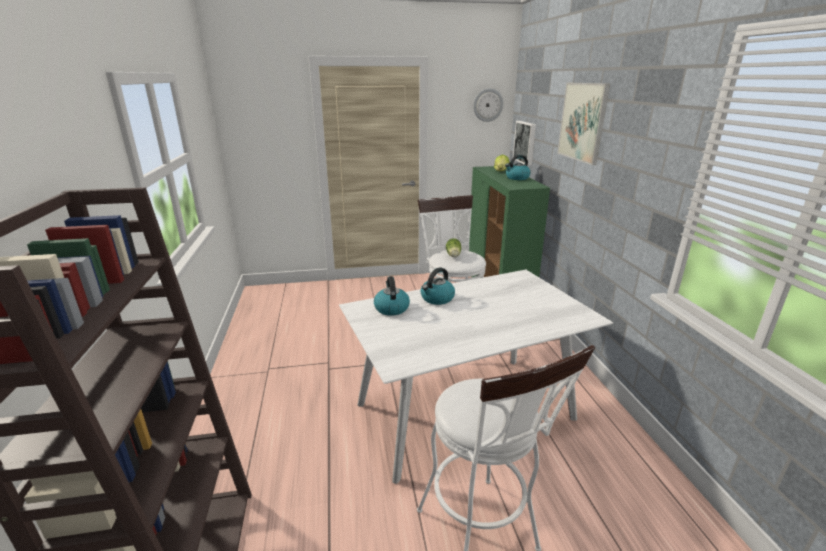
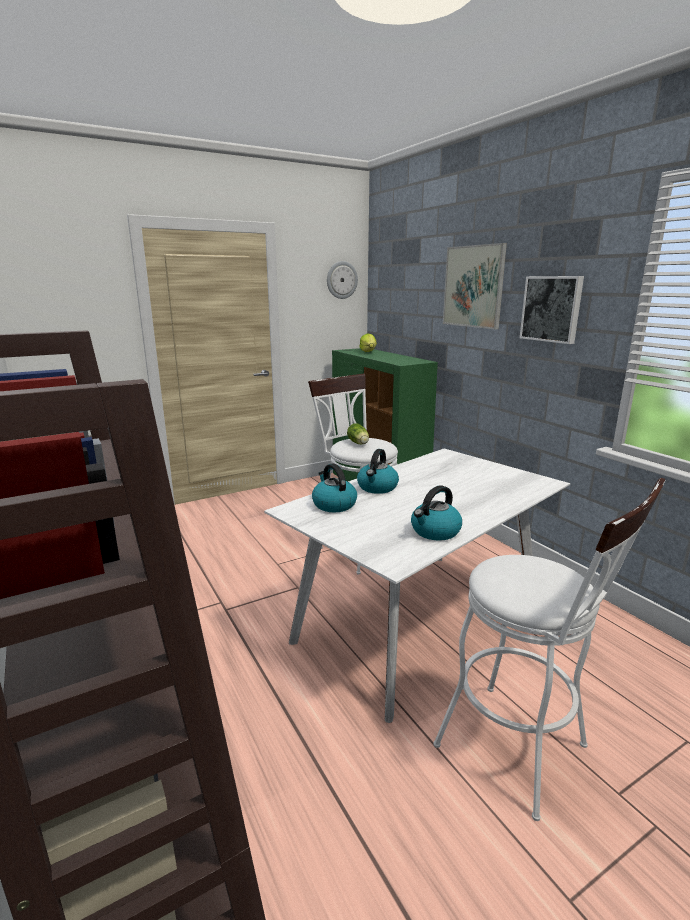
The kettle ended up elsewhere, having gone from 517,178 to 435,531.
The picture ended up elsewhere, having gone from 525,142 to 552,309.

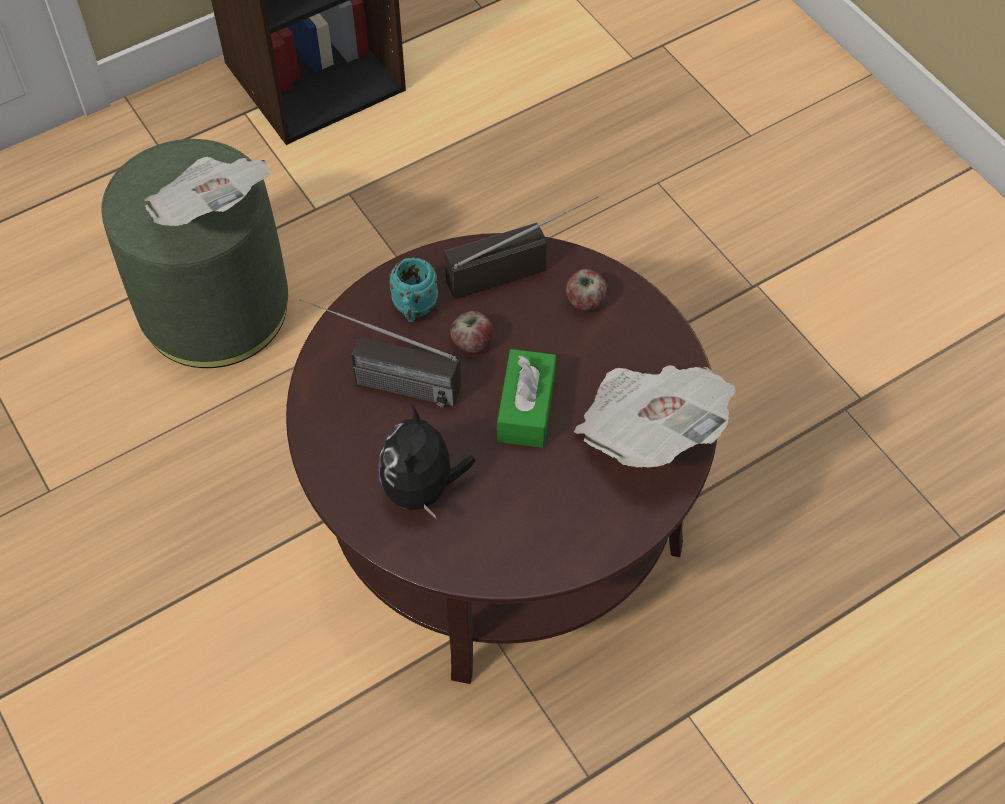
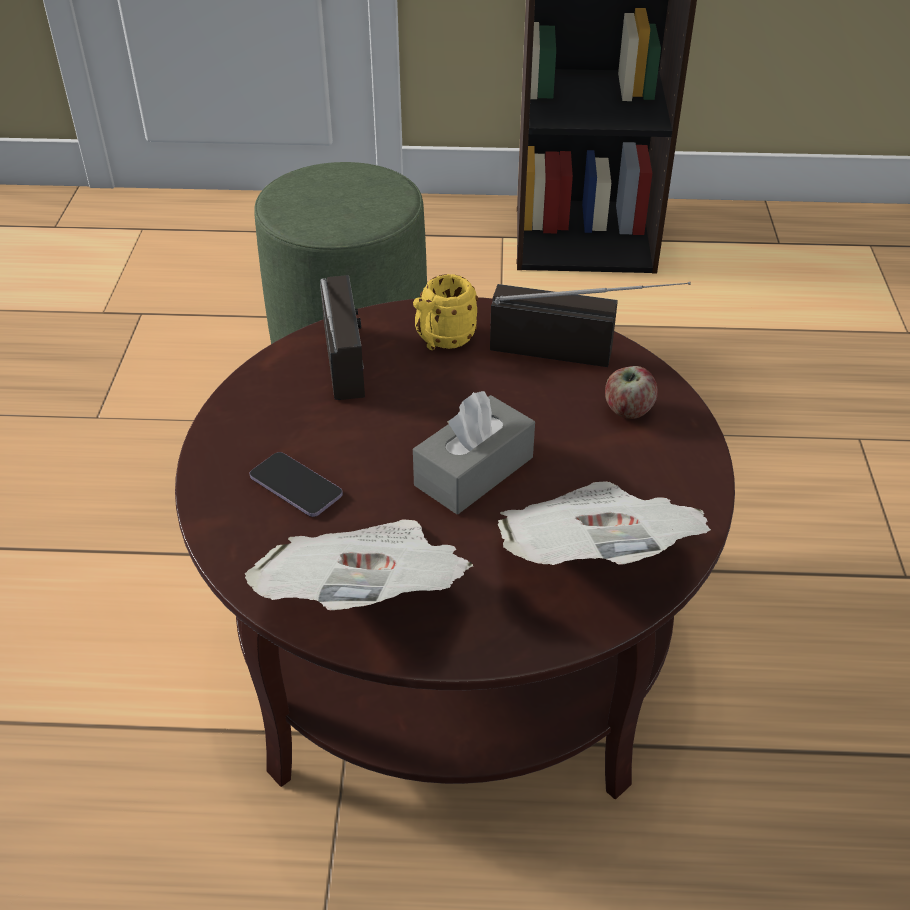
The second view lost the apple at 472,342.
The newspaper ended up elsewhere, having gone from 212,210 to 367,599.
Where the plush_toy stood at 422,488, the phone came to stand at 296,486.
What was the turquoise_mug at 414,309 turned into the yellow_mug at 442,341.
What was the green_tissue_box at 526,408 turned into the grey_tissue_box at 474,471.
The radio at 380,381 ended up facing another way, 150 degrees counterclockwise from before.

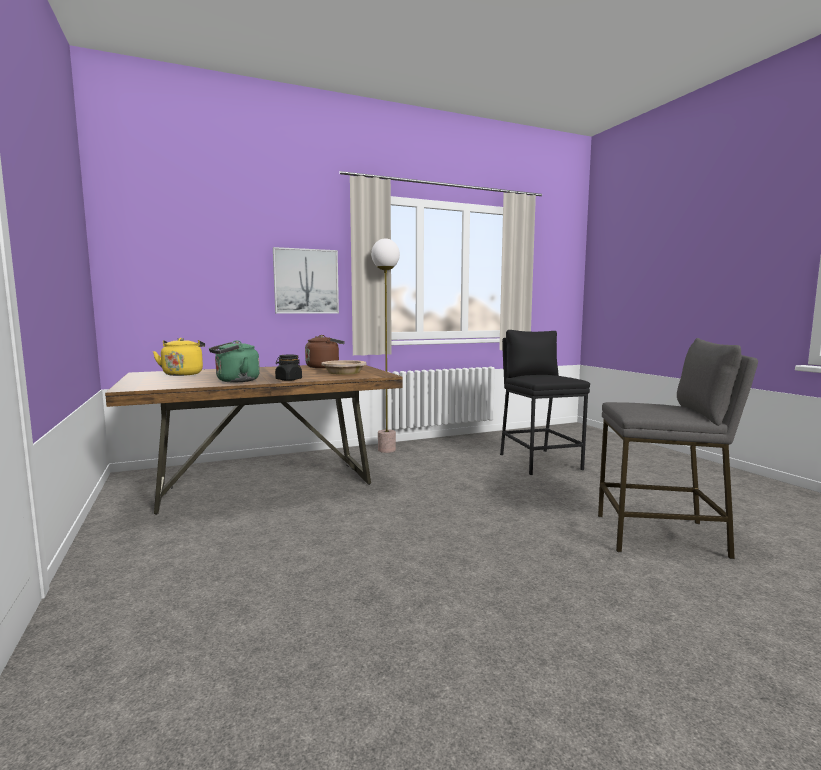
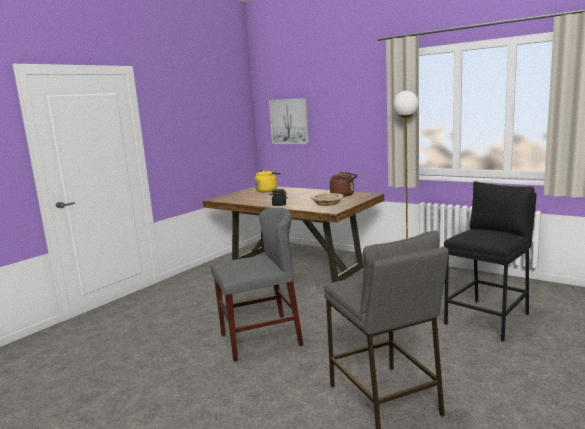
The second view lost the green_kettle at 235,381.
The second view gained the grey_chair at 260,340.
The picture ended up elsewhere, having gone from 306,281 to 289,121.

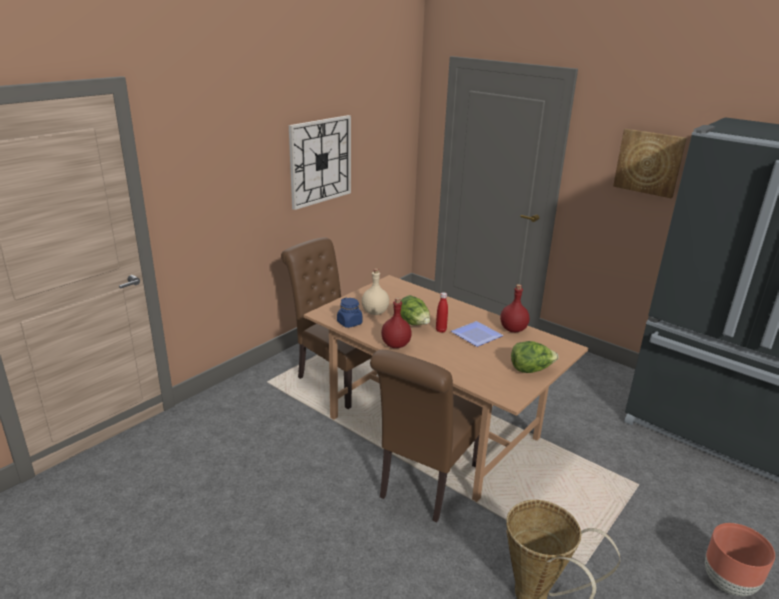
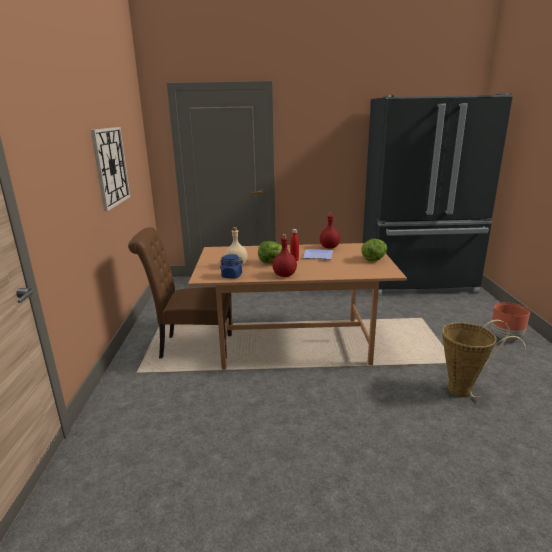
The second view lost the brown_chair at 425,484.
The second view lost the picture at 649,162.

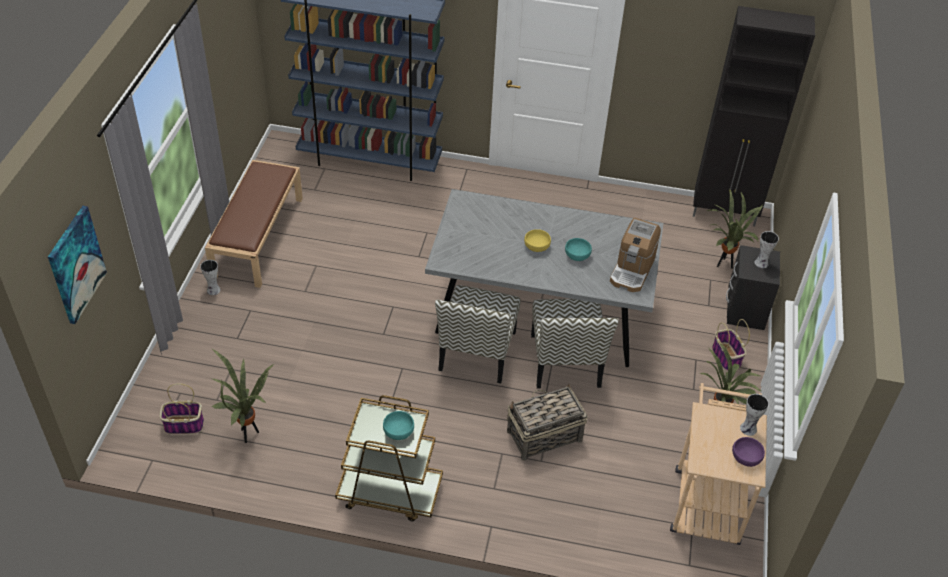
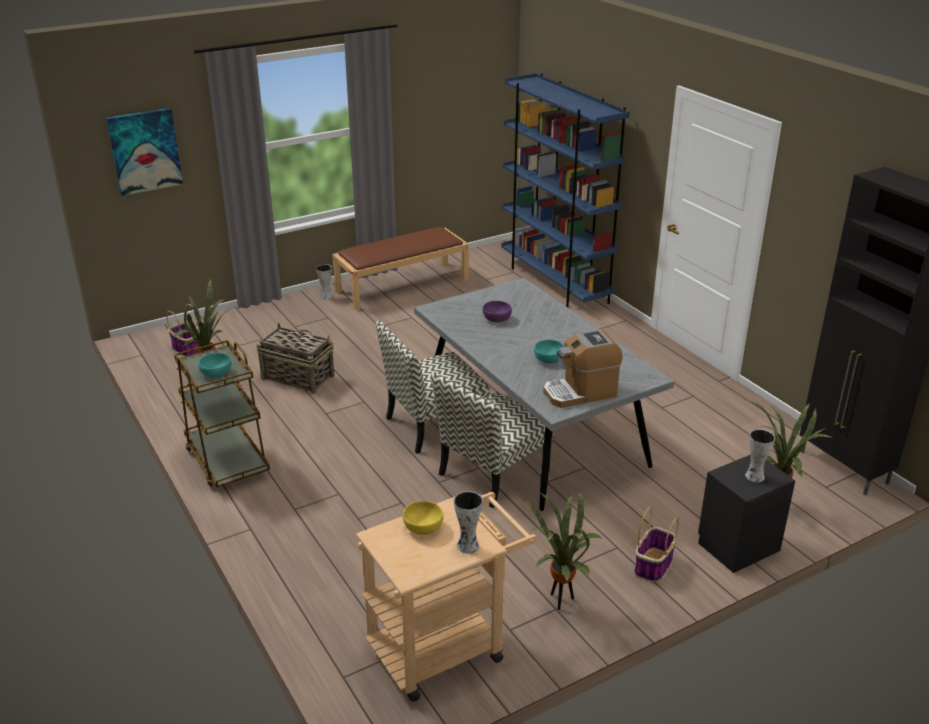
The basket ended up elsewhere, having gone from 543,436 to 297,377.
The yellow_bowl ended up elsewhere, having gone from 537,246 to 423,527.
The purple_bowl ended up elsewhere, having gone from 746,458 to 496,319.

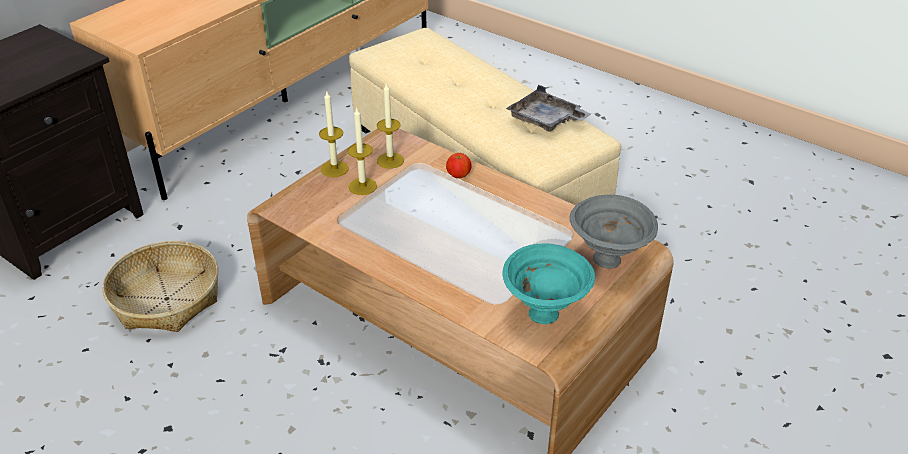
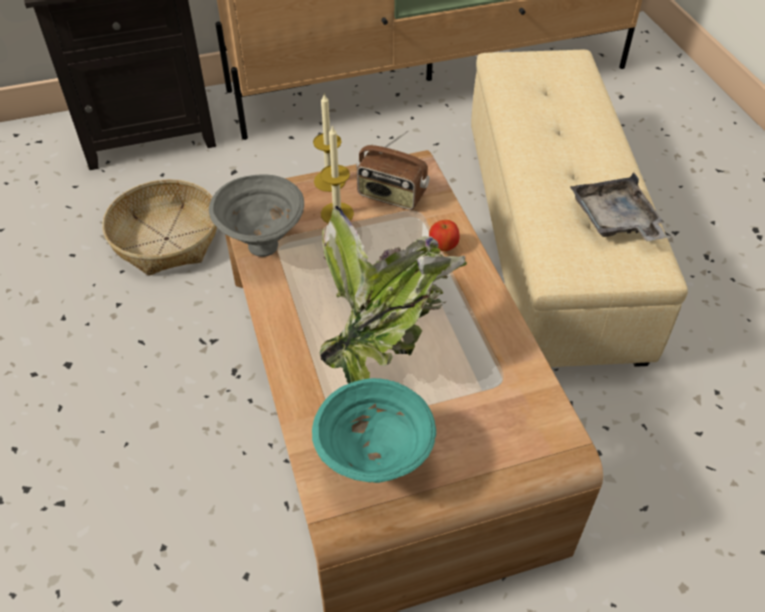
The second view gained the potted_plant at 385,339.
The grey_bowl ended up elsewhere, having gone from 609,261 to 264,248.
Where the candle stood at 390,160, the radio came to stand at 391,196.

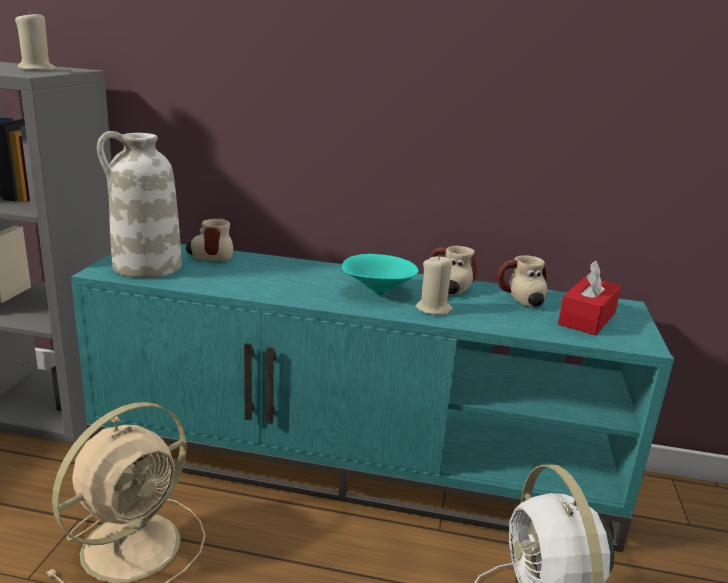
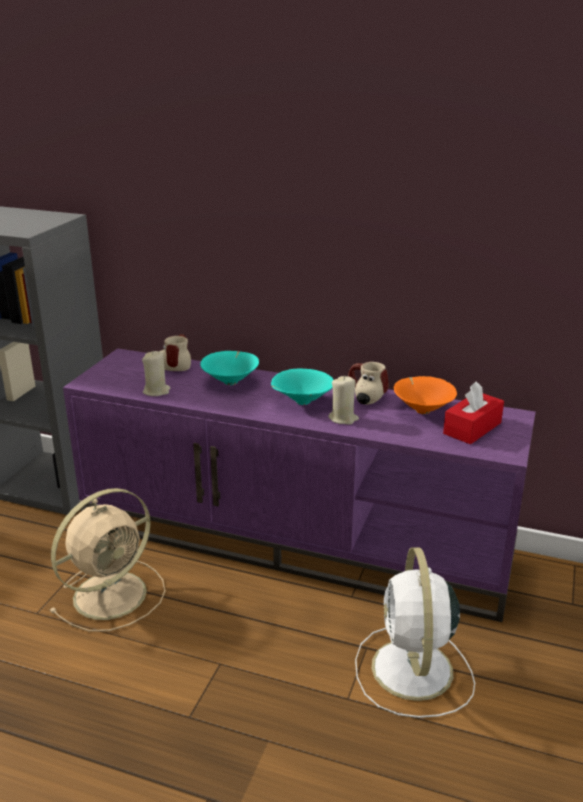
The second view lost the white_vase at 146,267.
The second view gained the turquoise_bowl at 231,381.
The beige_candle ended up elsewhere, having gone from 37,69 to 156,391.
Where the mug stood at 520,300, the orange_bowl came to stand at 422,410.
What was the turquoise_tv_stand at 356,462 turned into the purple_tv_stand at 295,539.

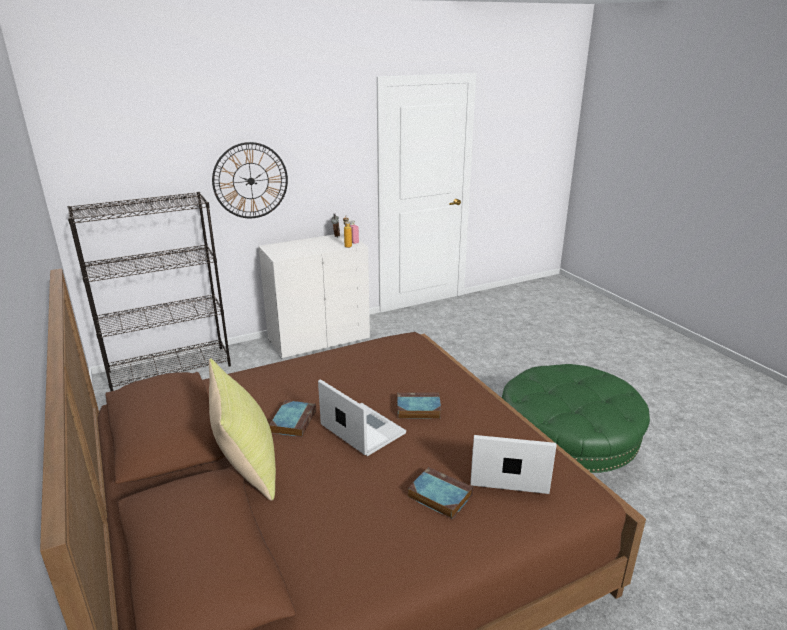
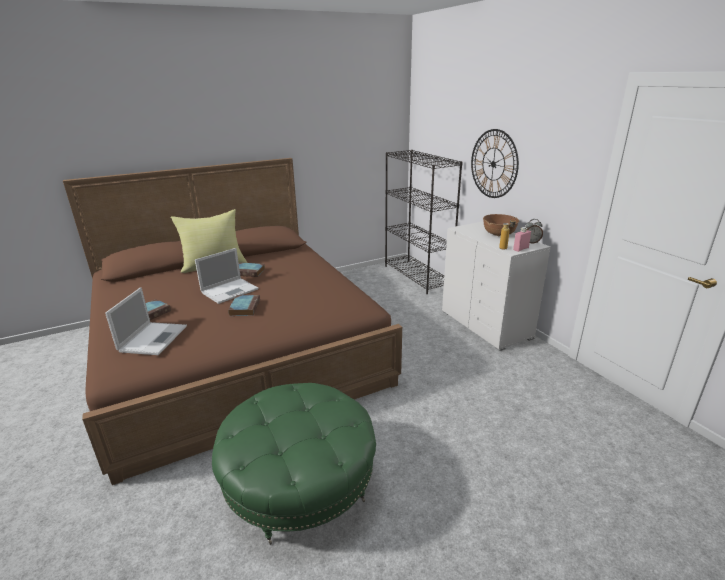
The second view gained the brown_bowl at 499,234.

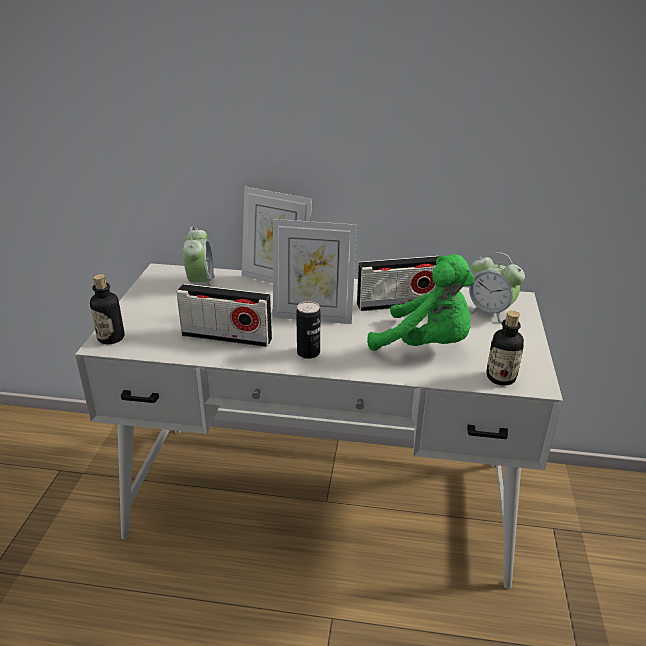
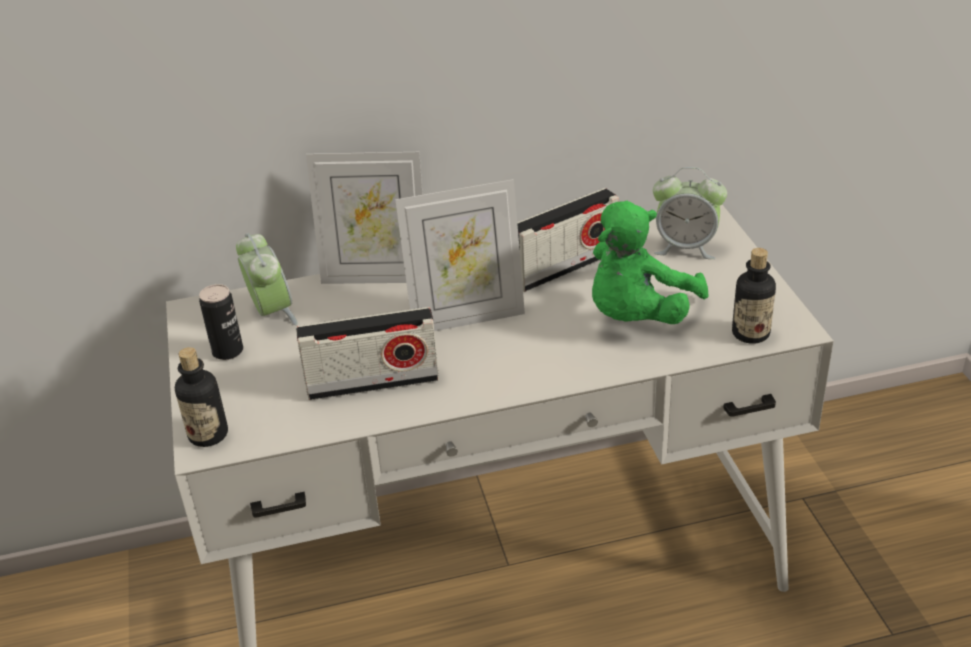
The can ended up elsewhere, having gone from 308,353 to 227,351.
The green_plush_toy at 426,345 ended up facing another way, 120 degrees clockwise from before.

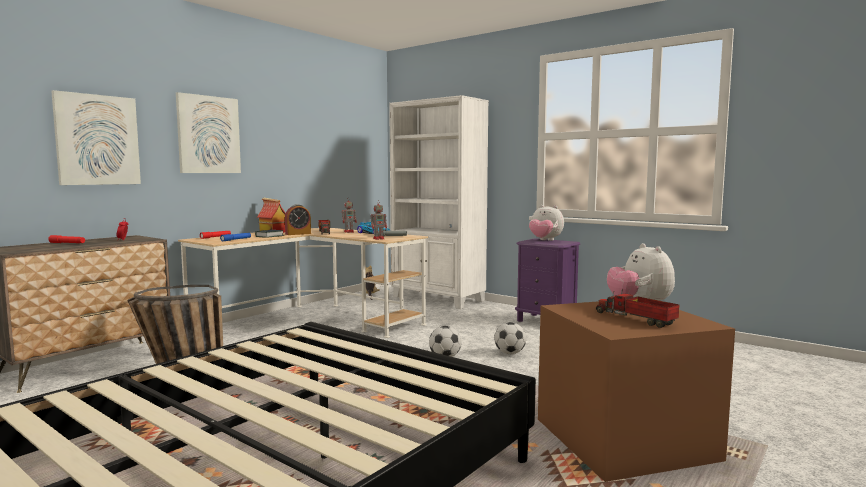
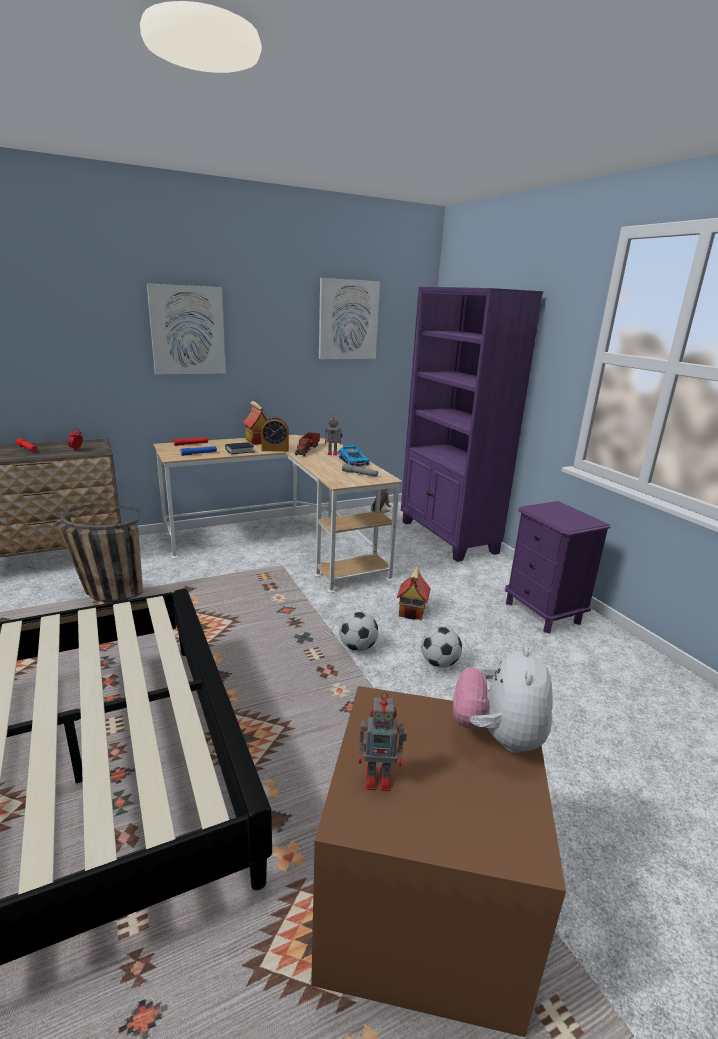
The second view lost the plush_toy at 545,240.
The second view lost the toy_truck at 636,319.
The second view gained the toy_house at 412,611.
The picture ended up elsewhere, having gone from 97,140 to 348,320.
The toy_robot ended up elsewhere, having gone from 379,238 to 380,778.
What was the white_bookcase at 438,299 turned into the purple_bookcase at 447,537.

